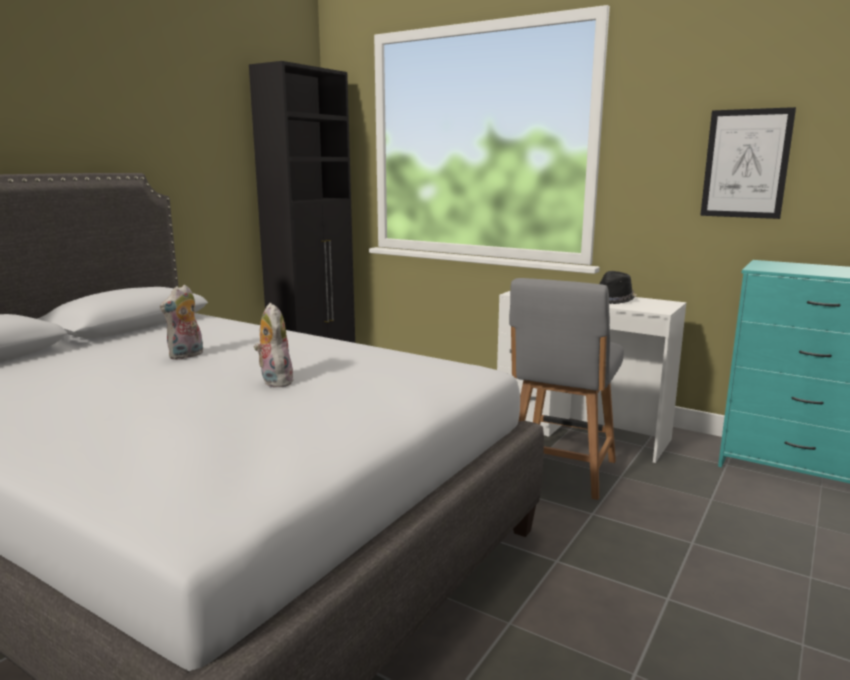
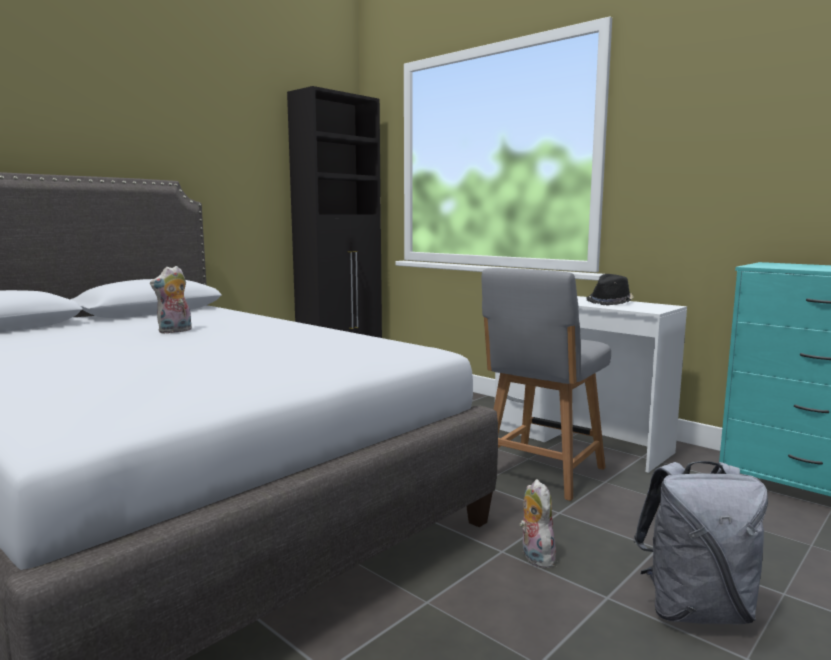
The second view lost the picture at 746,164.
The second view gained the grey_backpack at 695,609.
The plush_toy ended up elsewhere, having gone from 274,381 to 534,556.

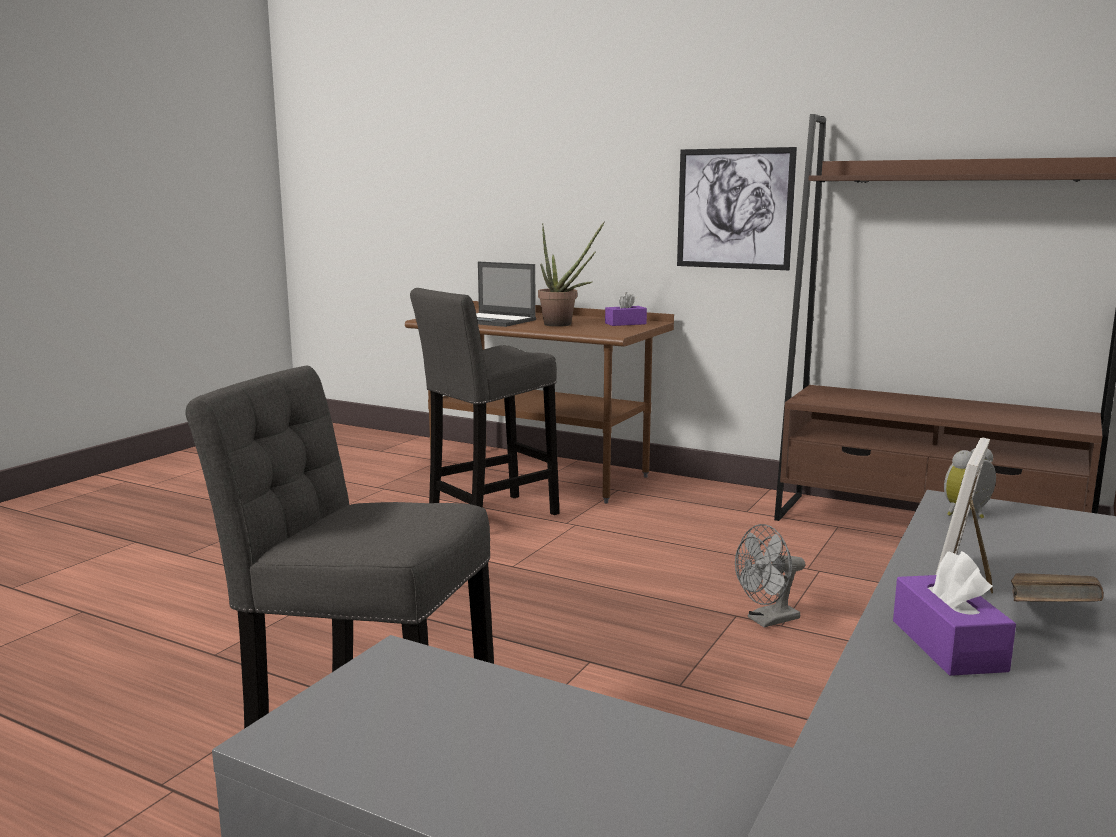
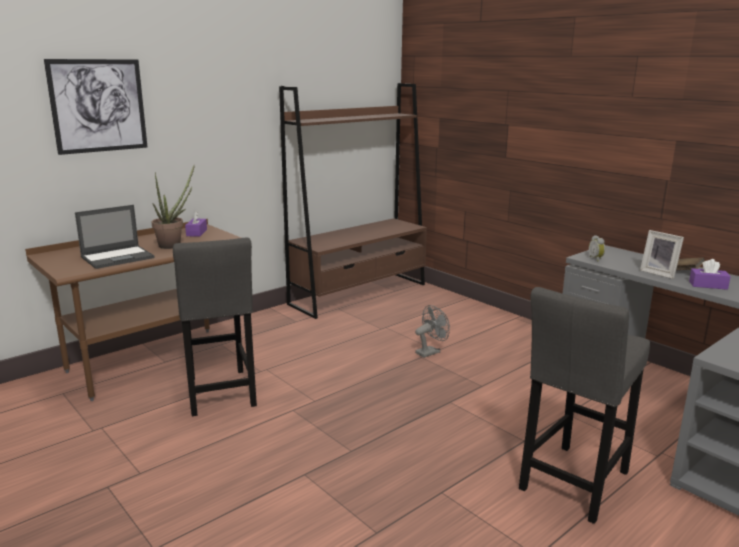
The picture ended up elsewhere, having gone from 734,209 to 98,106.
The grey_fan at 767,620 ended up facing another way, 120 degrees counterclockwise from before.

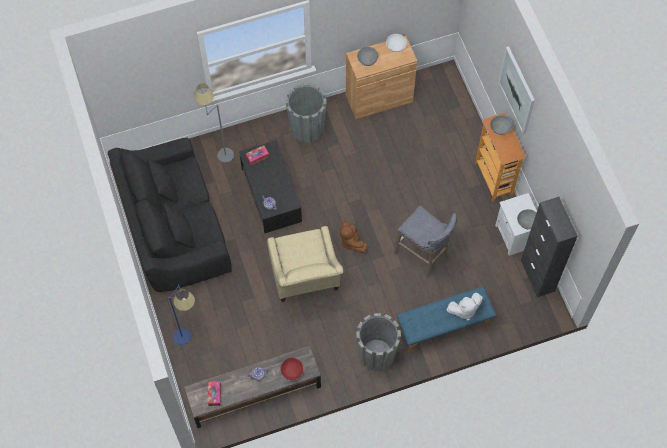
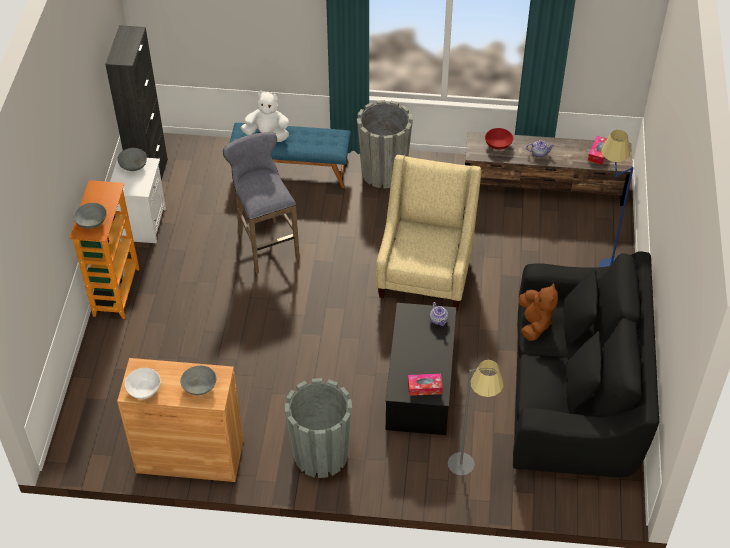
The second view lost the picture at 517,90.
The brown_plush_toy ended up elsewhere, having gone from 351,241 to 534,324.

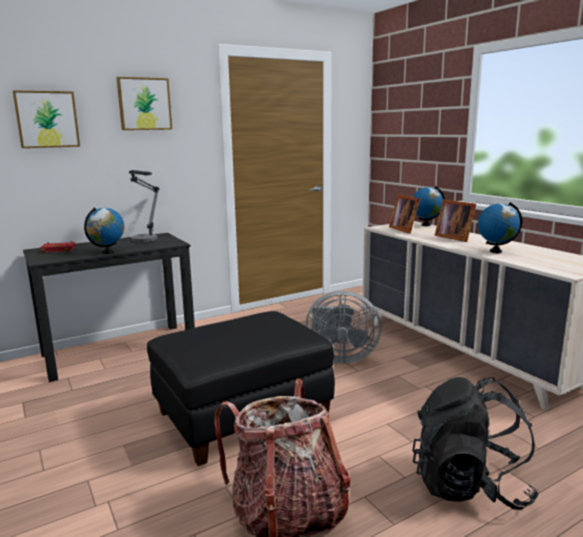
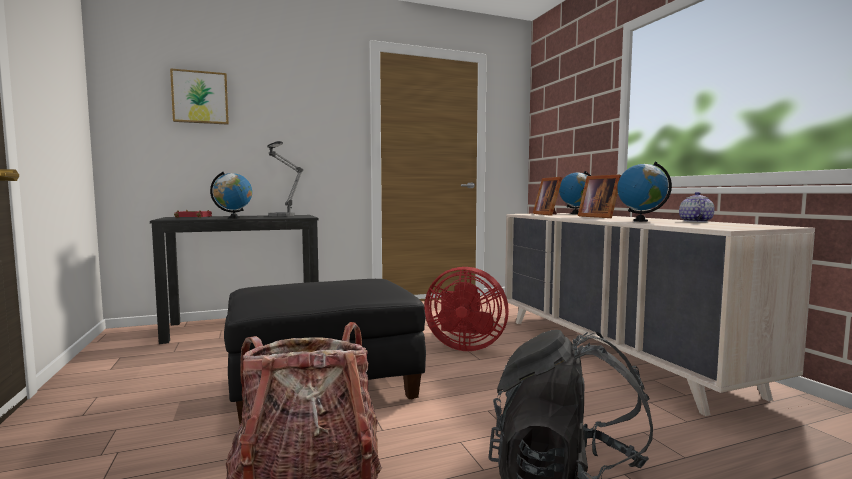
The second view lost the picture at 144,104.
The second view gained the teapot at 695,221.
What was the grey_fan at 339,357 turned into the red_fan at 464,346.

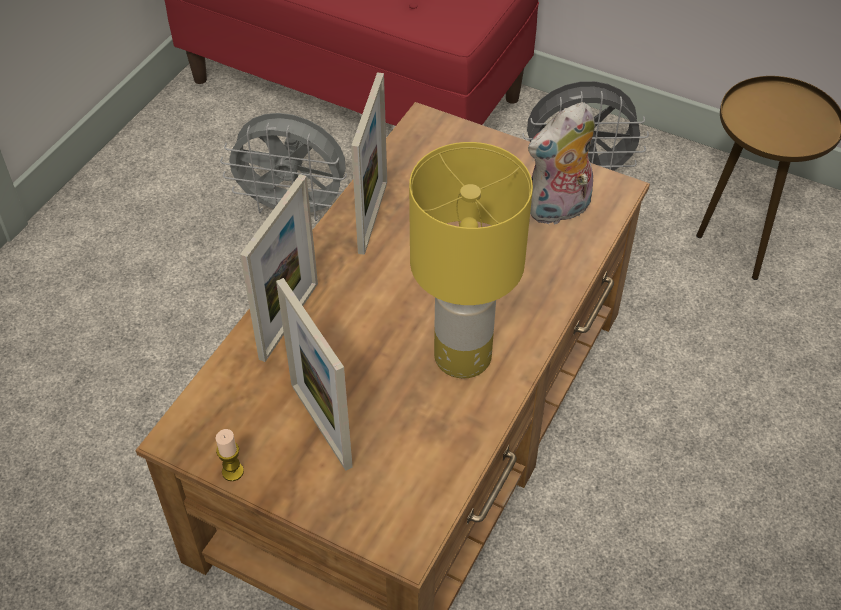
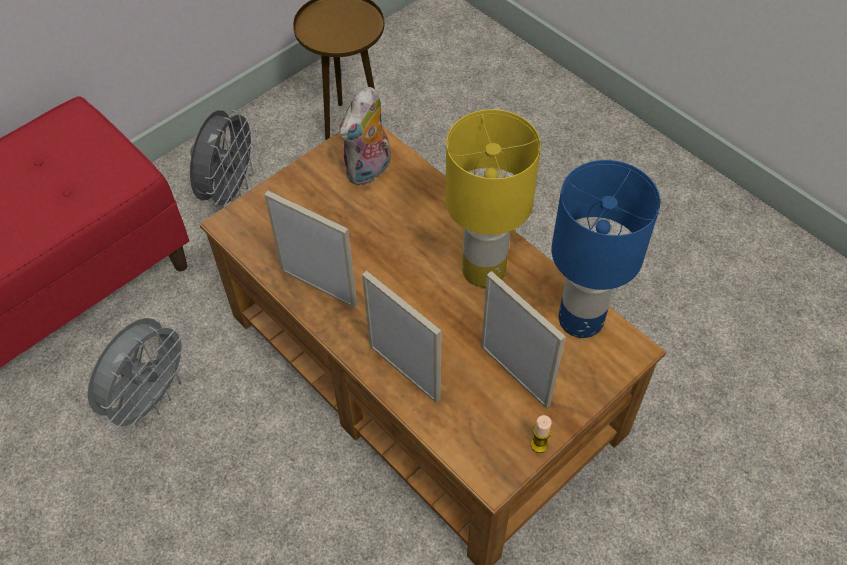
The second view gained the blue_table_lamp at 582,319.
The picture_frame at 321,425 ended up facing another way, 120 degrees counterclockwise from before.
The plush_toy at 559,210 ended up facing another way, 45 degrees clockwise from before.

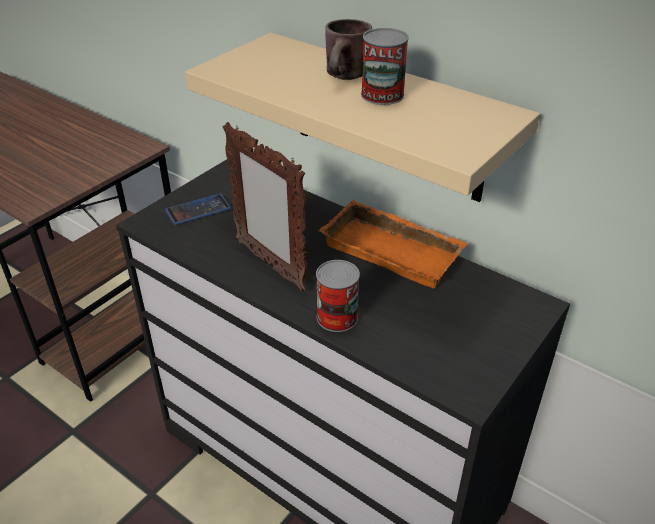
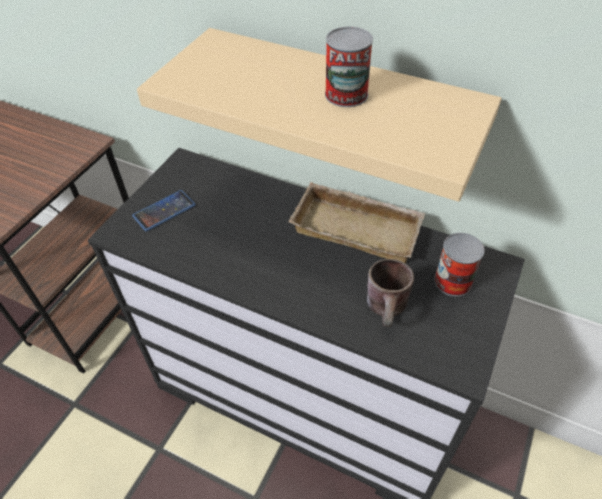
The second view lost the picture_frame at 270,265.
The can ended up elsewhere, having gone from 337,317 to 453,281.
The brown_mug ended up elsewhere, having gone from 348,77 to 390,309.
What was the orange_tray at 394,250 turned into the beige_tray at 359,227.

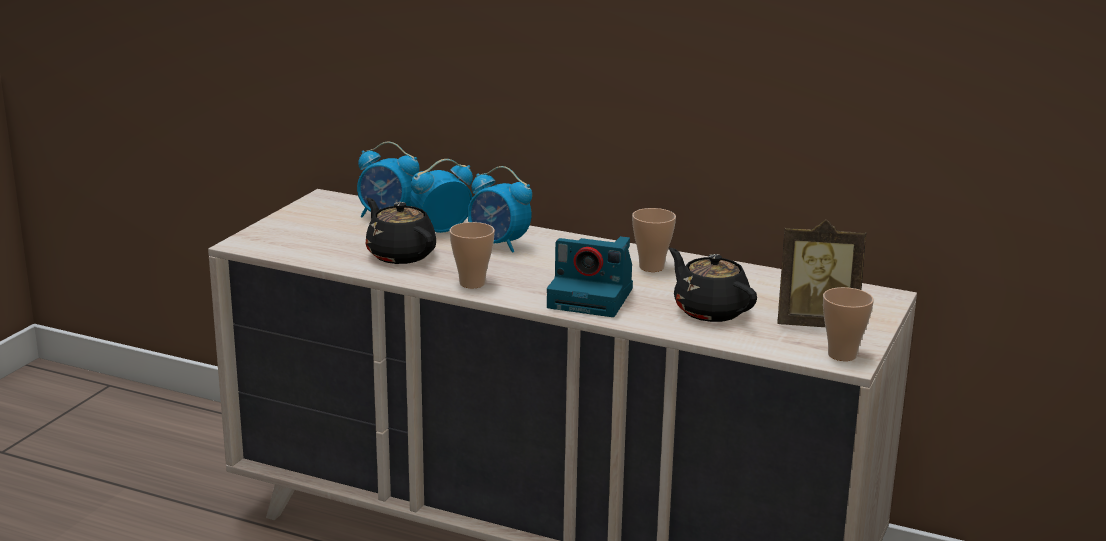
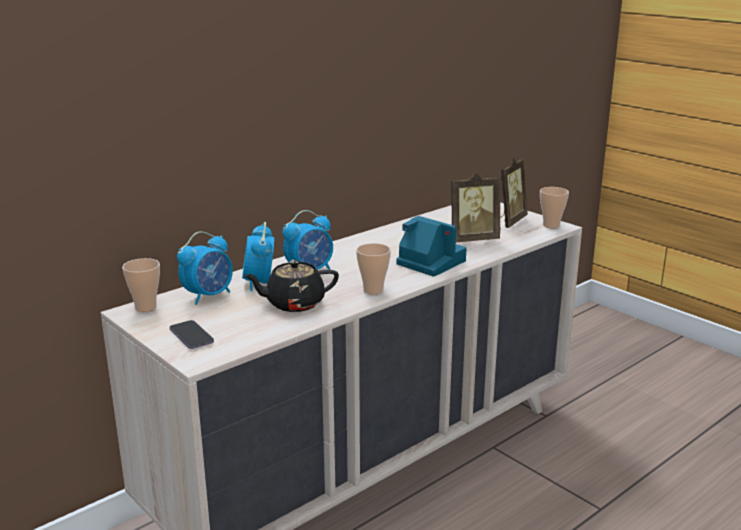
The second view gained the phone at 191,336.
The cup ended up elsewhere, having gone from 651,267 to 145,307.
Where the black_teapot stood at 710,310, the picture_frame came to stand at 472,239.
The photo_camera at 593,298 ended up facing another way, 90 degrees counterclockwise from before.

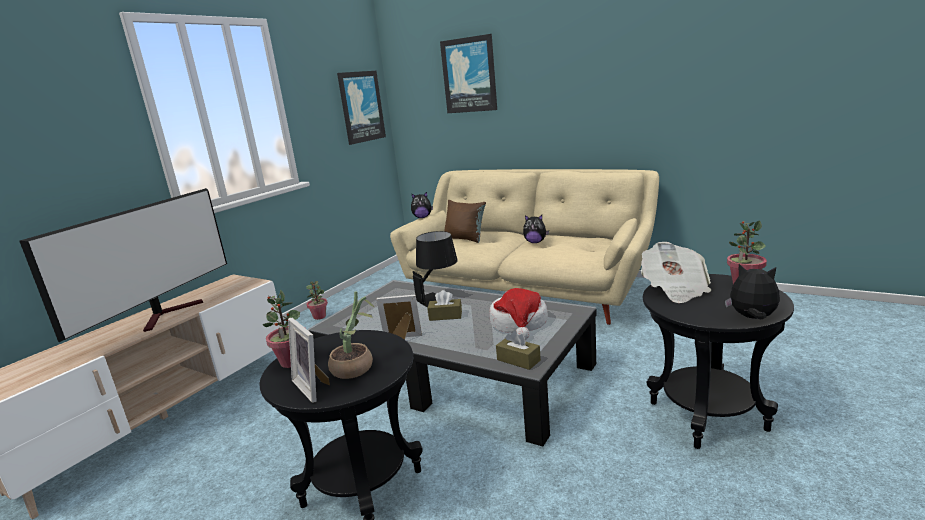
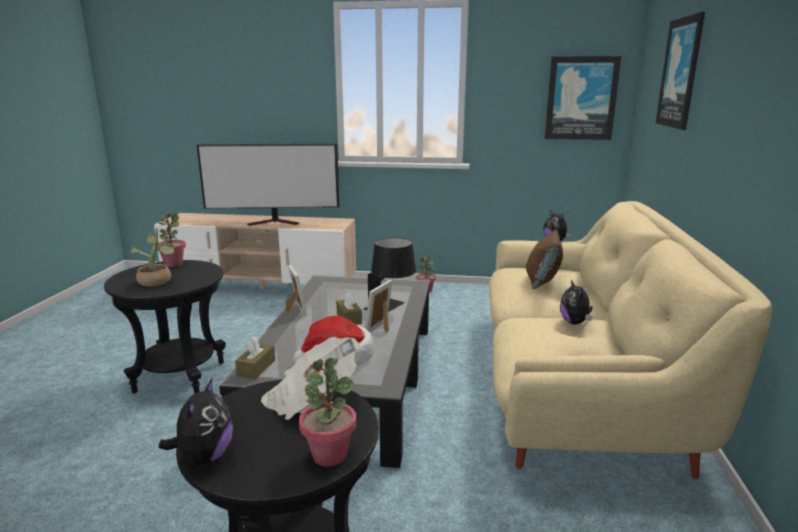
The picture_frame ended up elsewhere, having gone from 314,387 to 382,329.

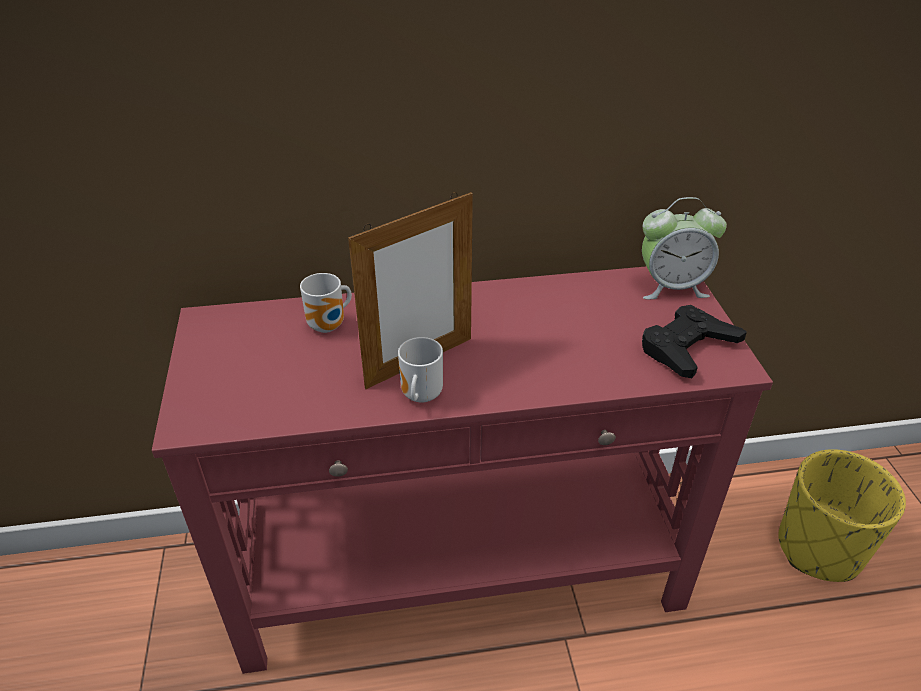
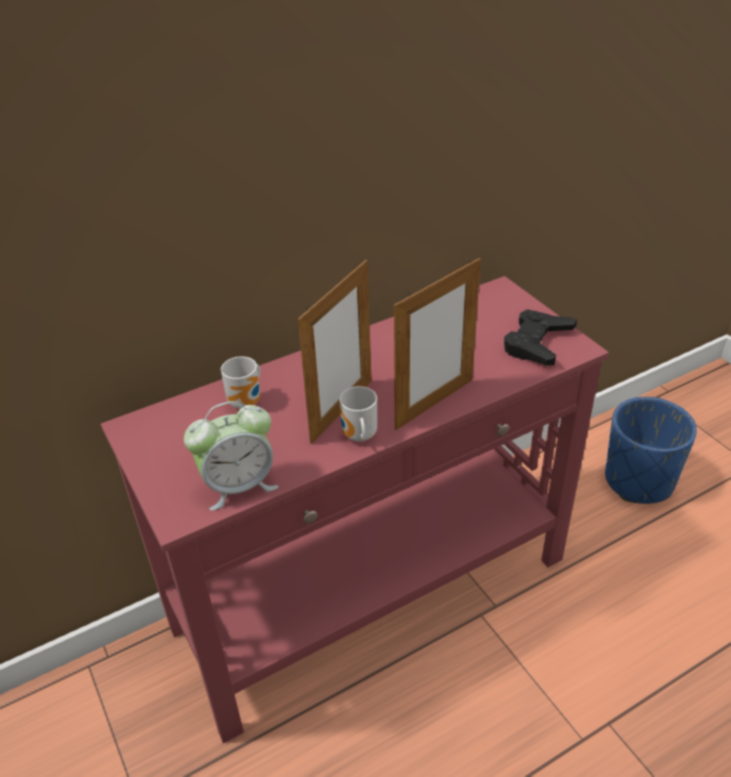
The second view gained the picture_frame at 434,404.
The alarm_clock ended up elsewhere, having gone from 671,287 to 238,485.
What was the yellow_planter at 819,548 turned into the blue_planter at 638,481.

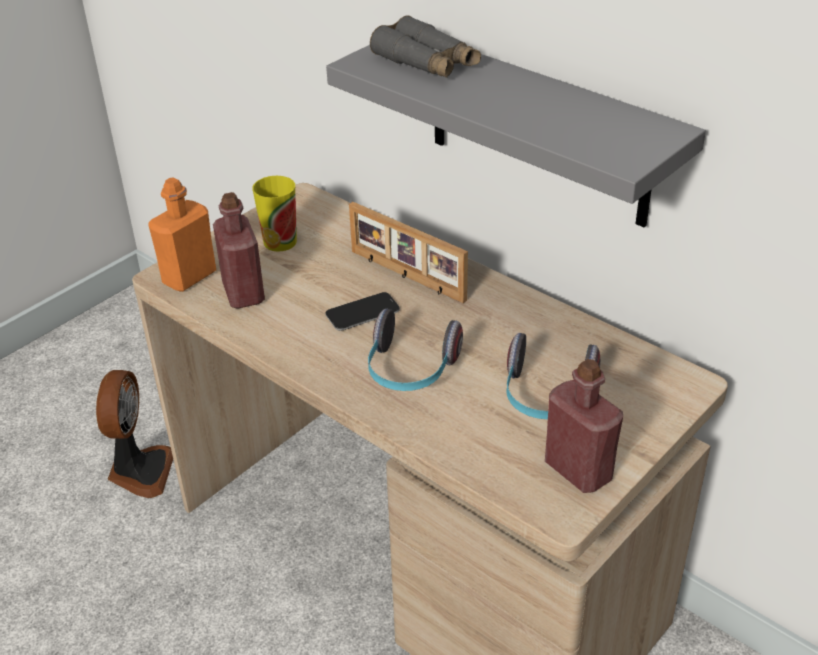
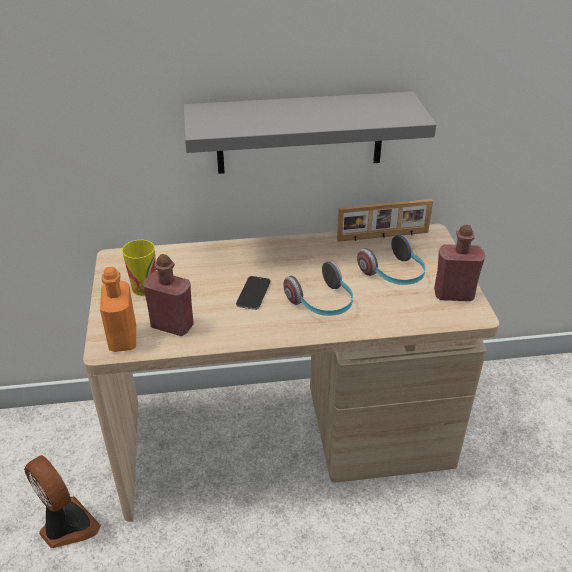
The second view lost the grey_binoculars at 426,63.
The picture_frame ended up elsewhere, having gone from 406,276 to 383,237.

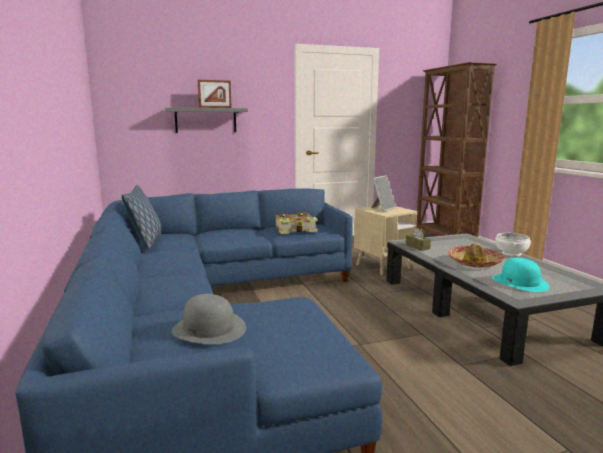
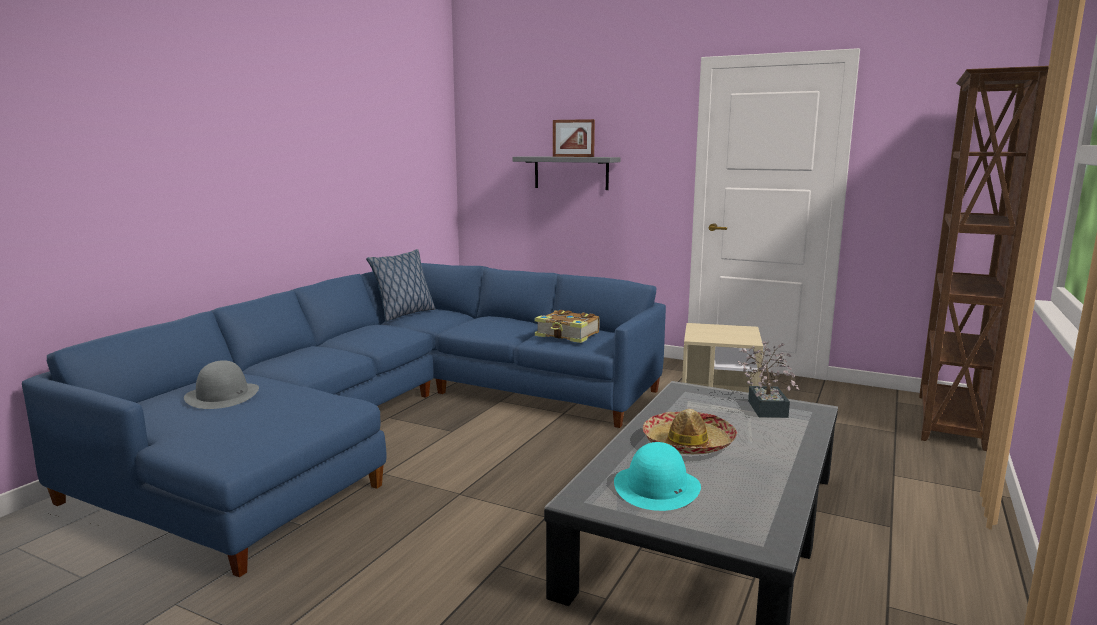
The second view lost the picture_frame at 382,209.
The second view lost the brown_tissue_box at 417,247.
The second view lost the white_bowl at 511,253.
The second view gained the potted_plant at 766,406.

